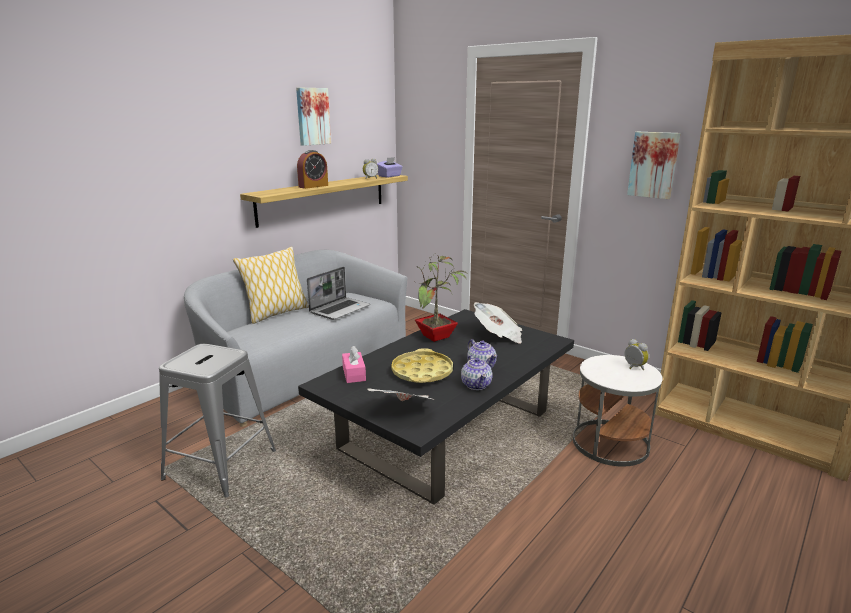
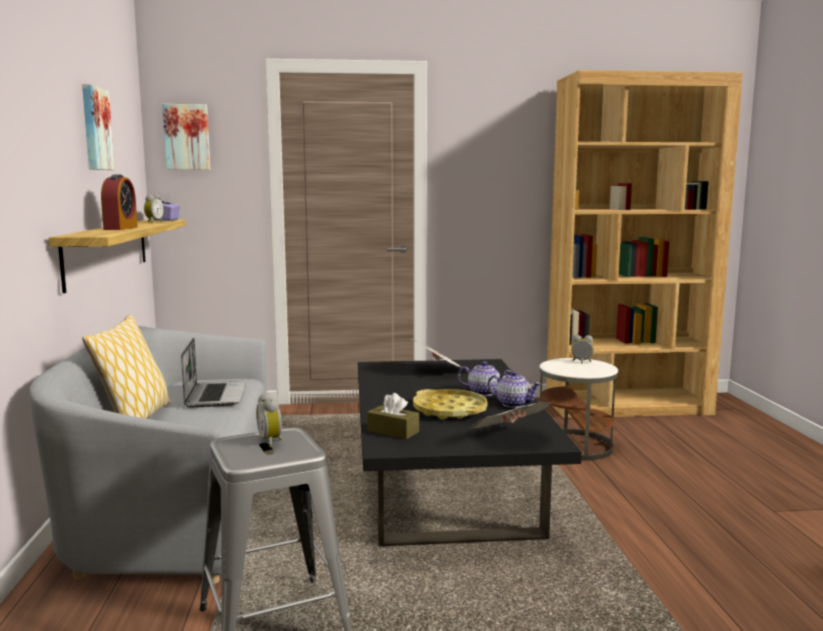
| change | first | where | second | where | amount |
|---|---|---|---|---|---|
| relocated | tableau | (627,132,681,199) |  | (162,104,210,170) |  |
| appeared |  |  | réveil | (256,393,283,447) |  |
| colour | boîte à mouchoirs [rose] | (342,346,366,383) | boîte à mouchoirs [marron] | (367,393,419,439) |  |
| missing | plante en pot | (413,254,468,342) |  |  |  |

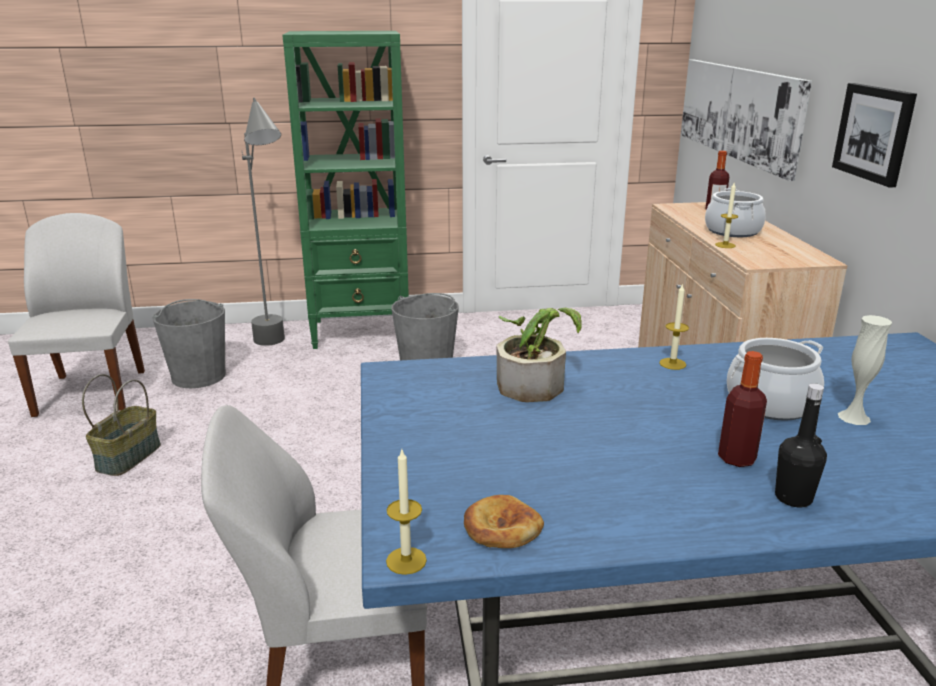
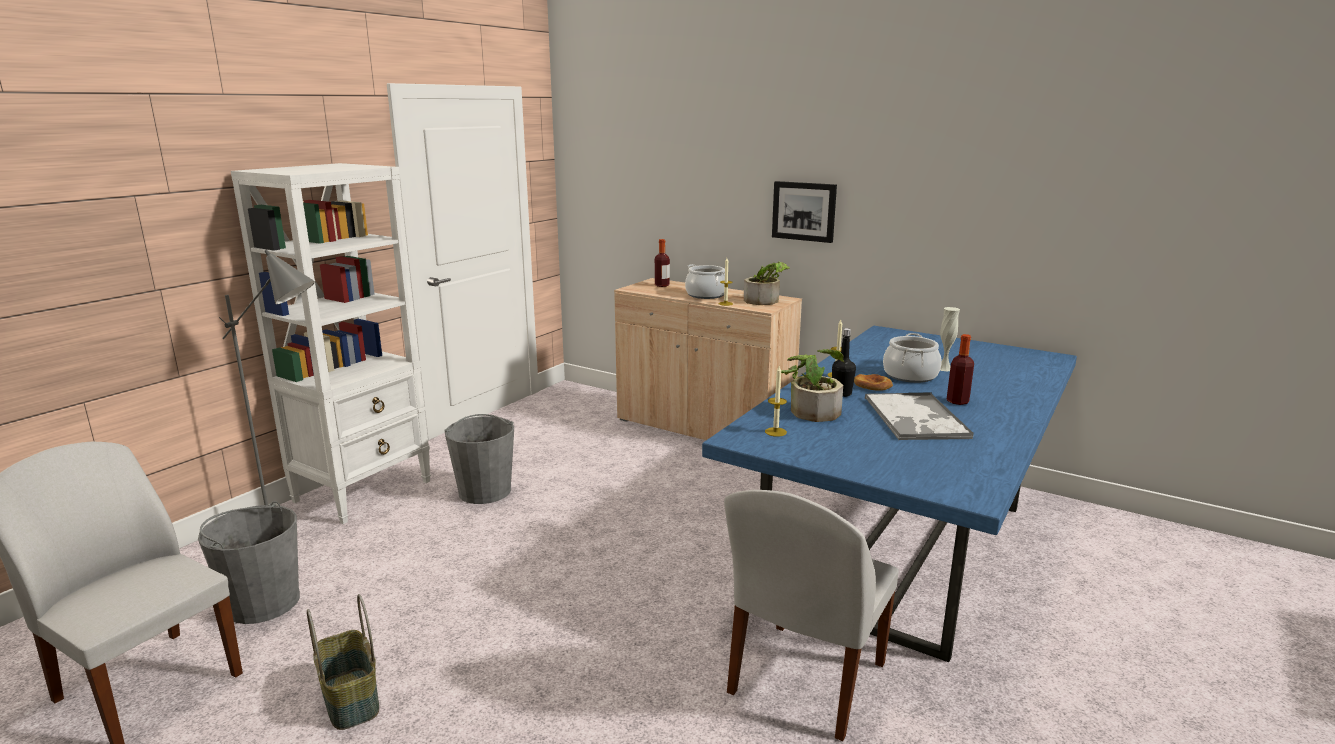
| change | first | where | second | where | amount |
|---|---|---|---|---|---|
| colour | bibliothèque [vert] | (282,31,409,349) | bibliothèque [blanc] | (231,163,431,524) |  |
| appeared |  |  | plante en pot | (744,262,790,305) |  |
| relocated | bougie | (386,450,427,575) |  | (765,366,787,437) |  |
| relocated | bouteille [noir] | (775,383,827,507) |  | (832,328,856,397) |  |
| relocated | pain | (464,495,544,548) |  | (854,374,893,391) |  |
| appeared |  |  | plateau | (865,392,974,440) |  |
| missing | tableau | (681,59,812,181) |  |  |  |

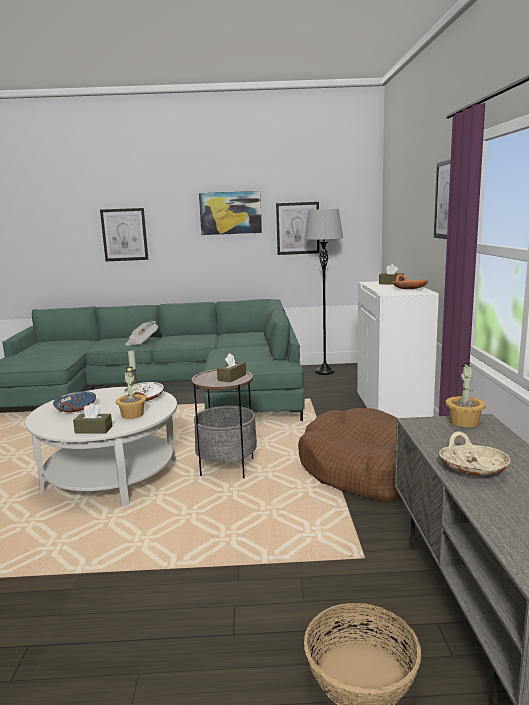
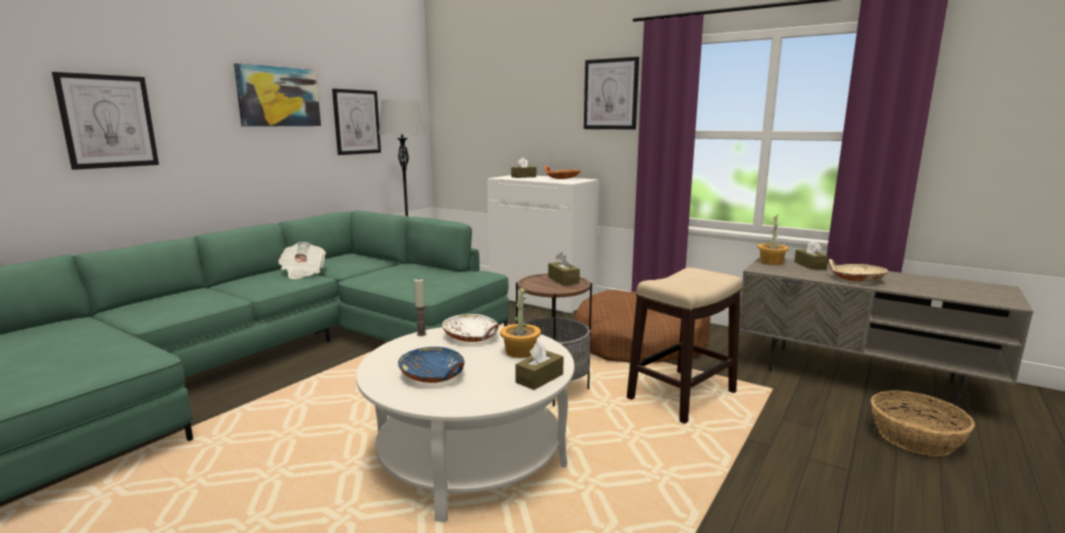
| change | first | where | second | where | amount |
|---|---|---|---|---|---|
| relocated | journal | (125,321,158,345) |  | (278,242,326,279) |  |
| appeared |  |  | tabouret | (627,267,743,424) |  |
| appeared |  |  | boîte à mouchoirs [marron] | (794,240,828,270) |  |

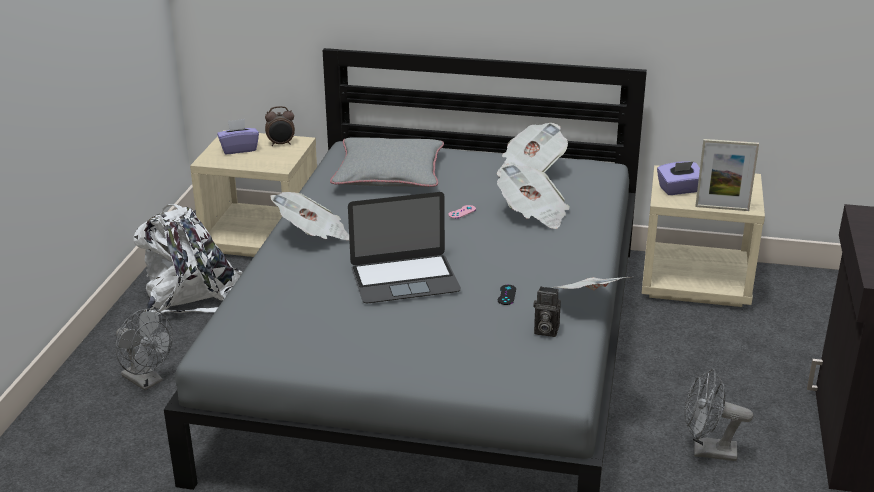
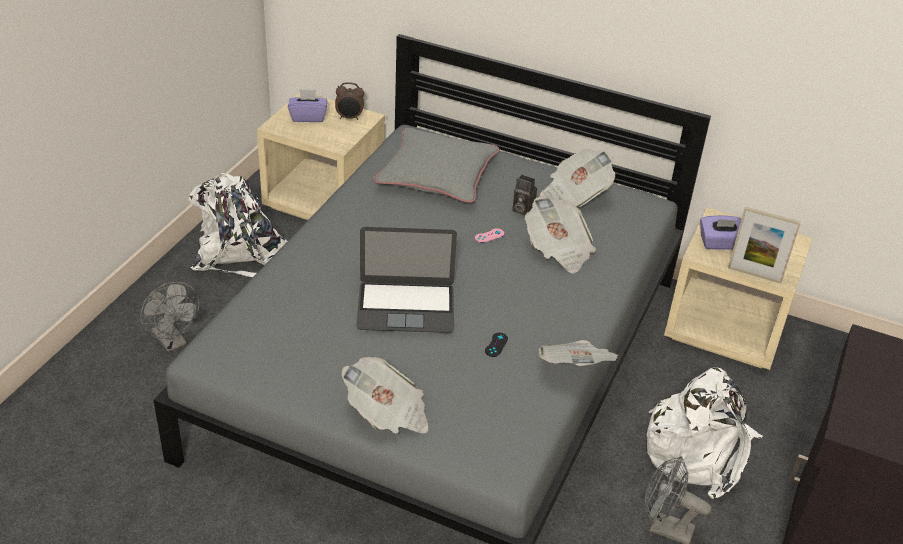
| change | first | where | second | where | amount |
|---|---|---|---|---|---|
| relocated | journal | (270,192,349,240) |  | (342,357,429,434) |  |
| relocated | appareil photo | (533,286,561,337) |  | (512,175,537,215) |  |
| appeared |  |  | sac à dos [blanc] | (647,367,763,499) |  |

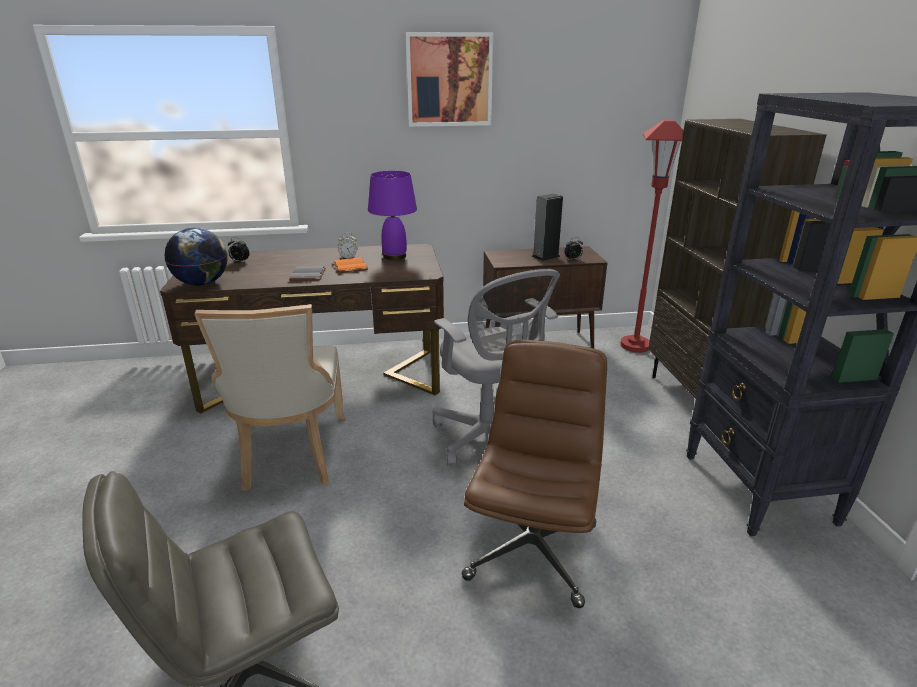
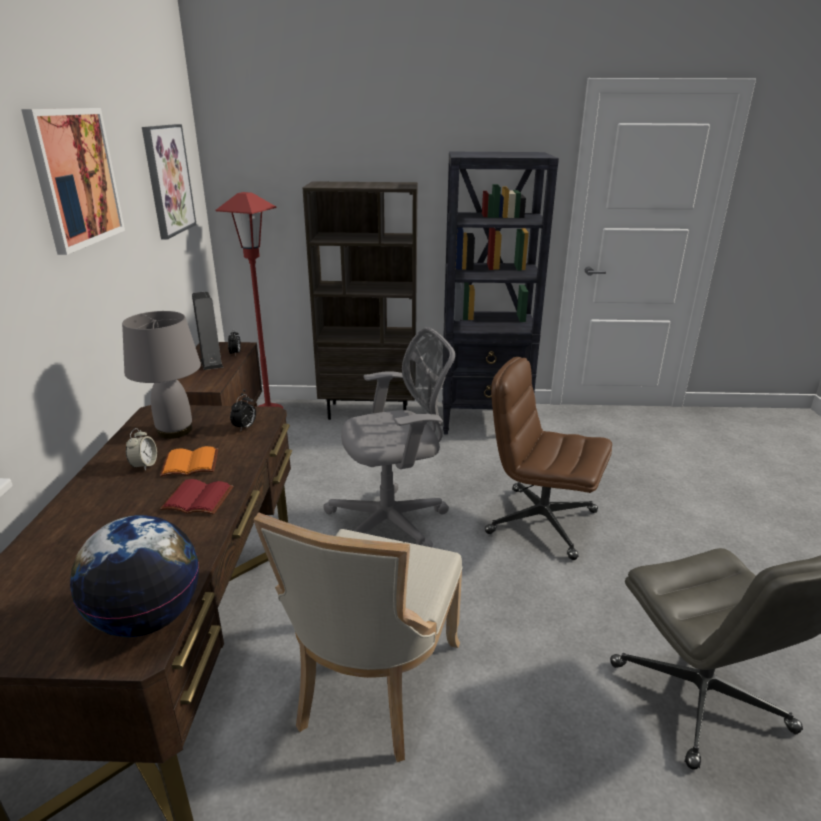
| change | first | where | second | where | amount |
|---|---|---|---|---|---|
| colour | lampe de table [violet] | (368,171,417,260) | lampe de table [gris] | (122,311,201,439) |  |
| appeared |  |  | tableau | (142,124,197,239) |  |
| colour | livre [gris] | (289,266,326,281) | livre [rouge] | (160,479,233,515) |  |
| relocated | réveil | (228,237,249,263) |  | (230,394,256,432) |  |
| spun | chaise [beige] | (194,304,346,491) |  | (253,512,463,762) | 105 degrees clockwise |

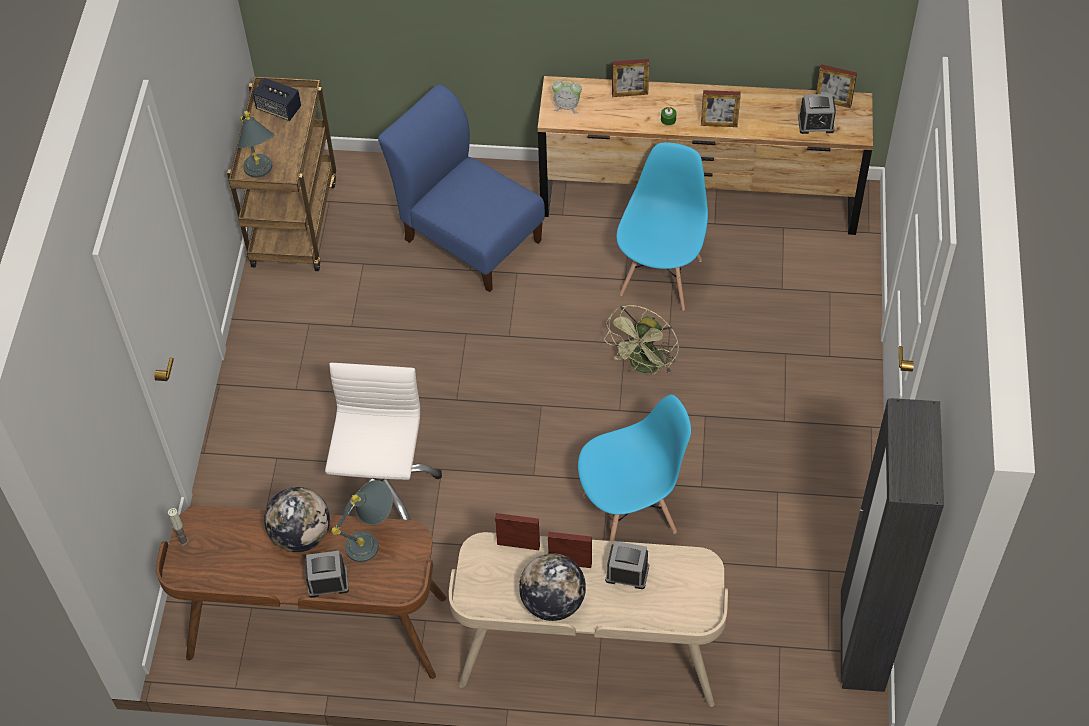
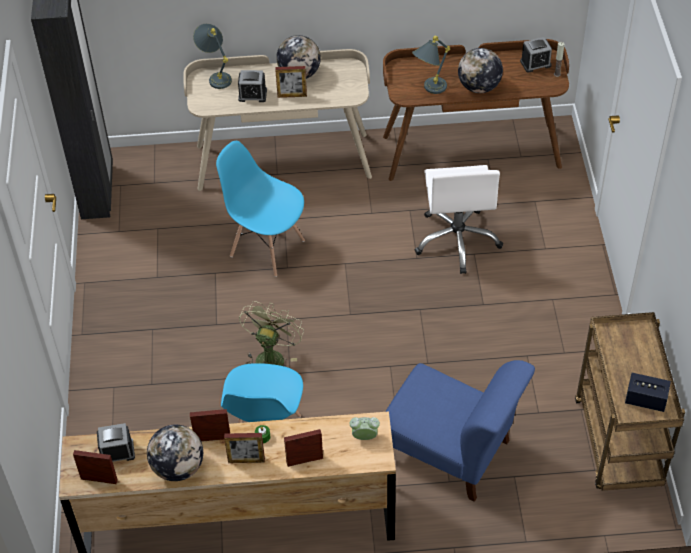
| change | first | where | second | where | amount |
|---|---|---|---|---|---|
| appeared |  |  | globe | (147,425,203,481) |  |
| relocated | lampe de table [gris] | (237,111,275,178) |  | (193,24,232,89) |  |
| spun | chaise [bleu] | (578,395,691,541) |  | (216,141,305,277) | 60 degrees clockwise |
| relocated | cadre photo | (495,513,540,550) |  | (224,433,265,463) |  |
| relocated | réveil | (305,551,349,598) |  | (520,37,552,73) |  |

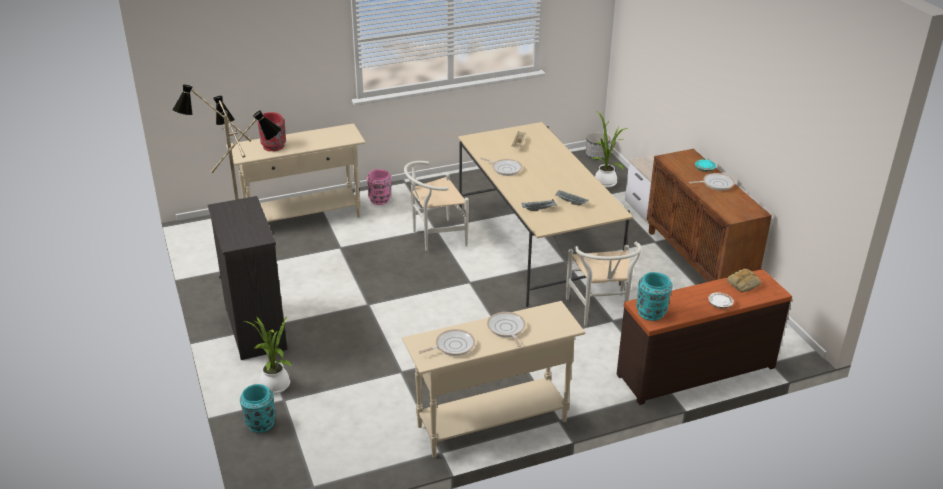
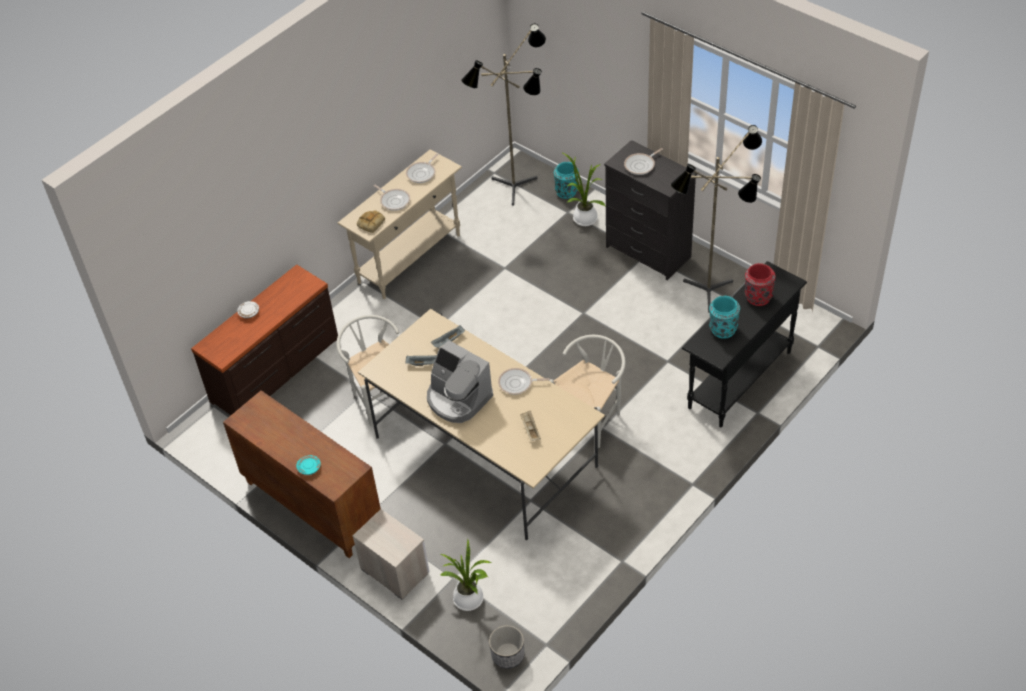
| change | first | where | second | where | amount |
|---|---|---|---|---|---|
| relocated | pain | (727,269,761,292) |  | (357,210,385,233) |  |
| appeared |  |  | machine à café | (427,340,493,423) |  |
| appeared |  |  | lampadaire | (461,24,546,206) |  |
| relocated | poêle | (689,173,735,191) |  | (624,148,663,175) |  |
| colour | table console [beige] | (226,123,366,222) | table console [noir] | (682,261,807,428) |  |
| relocated | vase [turquoise] | (636,272,673,321) |  | (709,296,740,339) |  |
| missing | vase [rose] | (367,169,392,205) |  |  |  |

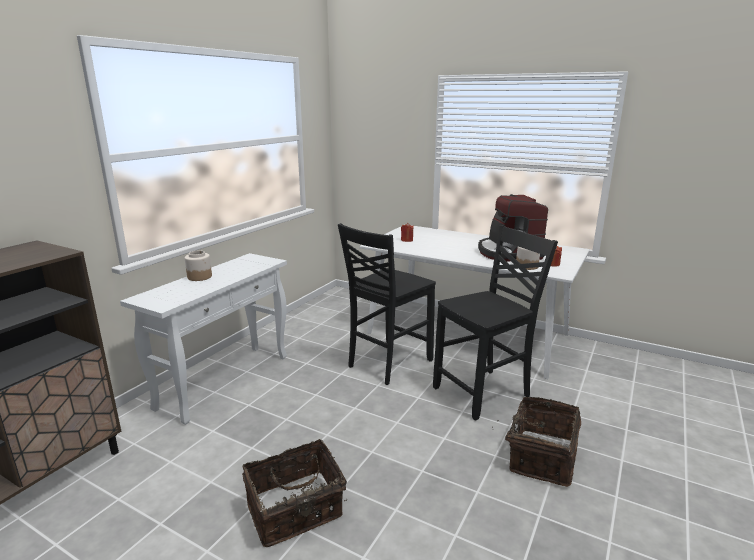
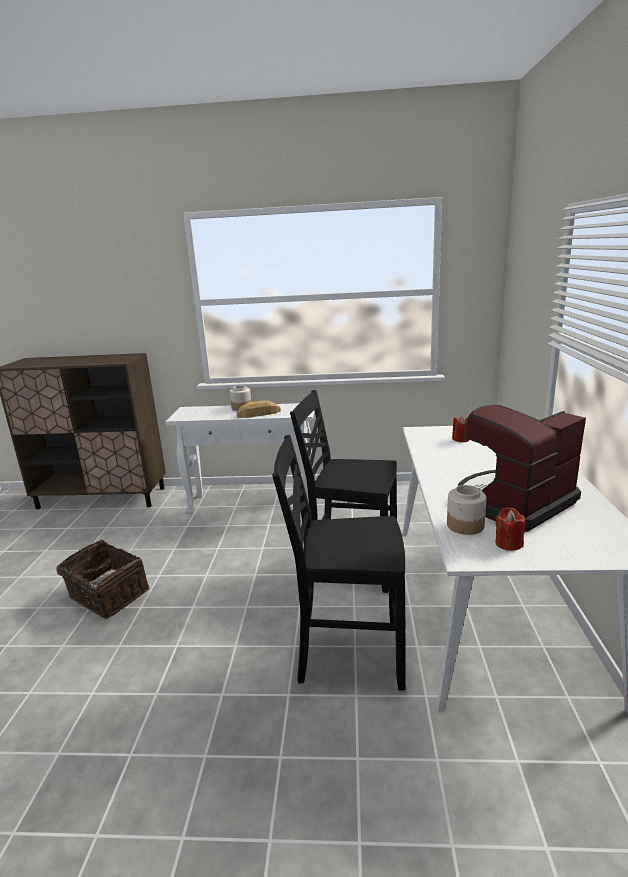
| change | first | where | second | where | amount |
|---|---|---|---|---|---|
| appeared |  |  | pain | (237,400,281,418) |  |
| spun | chaise [noir] | (433,225,558,421) |  | (272,435,406,691) | 150 degrees clockwise |
| missing | panier | (492,397,581,487) |  |  |  |

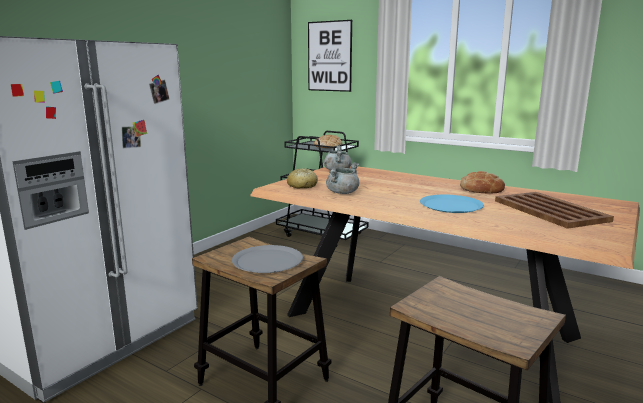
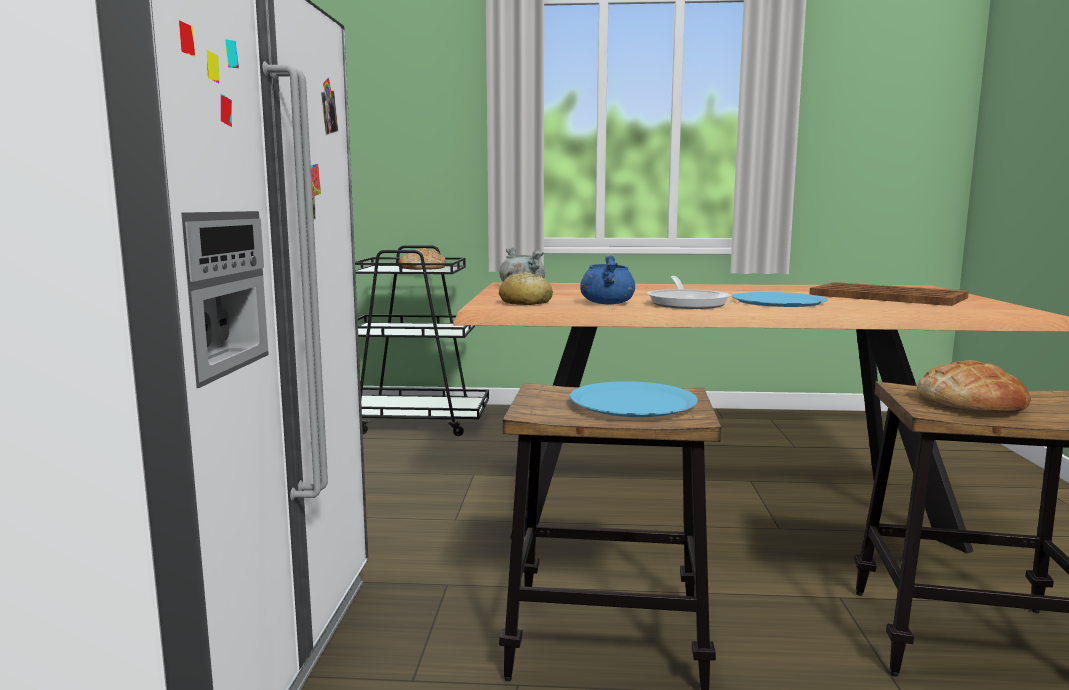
| change | first | where | second | where | amount |
|---|---|---|---|---|---|
| colour | assiette [gris] | (232,245,303,273) | assiette [bleu] | (570,381,698,417) |  |
| colour | marmite [gris] | (326,162,359,194) | marmite [bleu] | (580,255,635,304) |  |
| appeared |  |  | poêle | (647,276,731,309) |  |
| relocated | pain | (460,171,505,194) |  | (917,360,1031,413) |  |
| missing | tableau | (308,20,352,92) |  |  |  |

